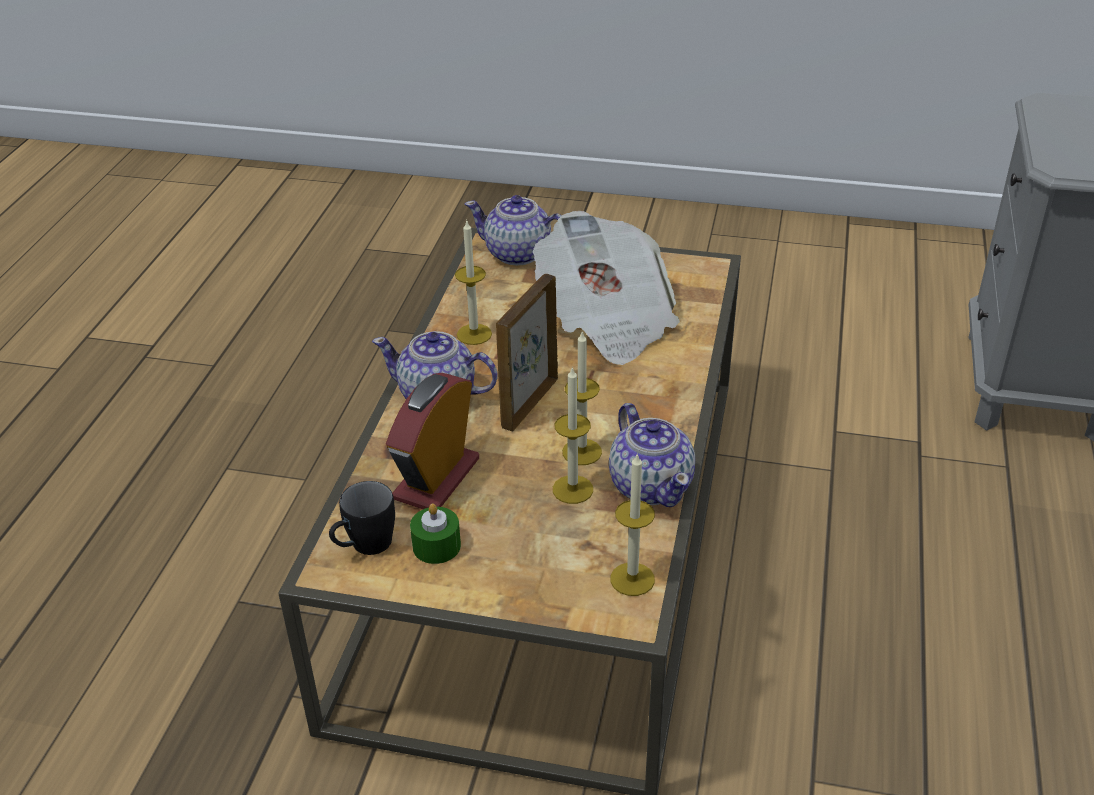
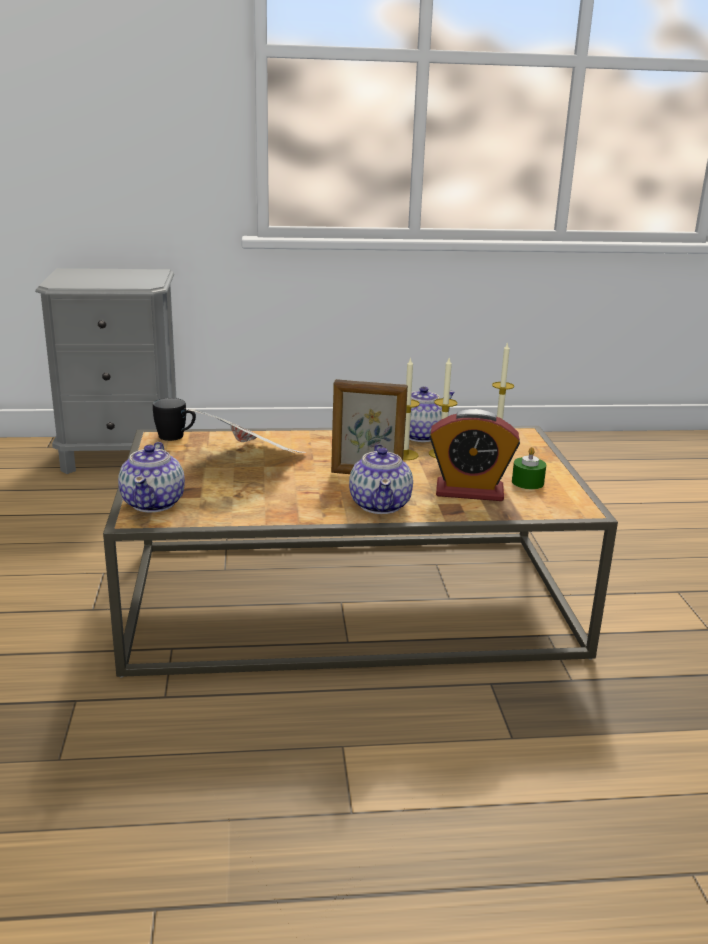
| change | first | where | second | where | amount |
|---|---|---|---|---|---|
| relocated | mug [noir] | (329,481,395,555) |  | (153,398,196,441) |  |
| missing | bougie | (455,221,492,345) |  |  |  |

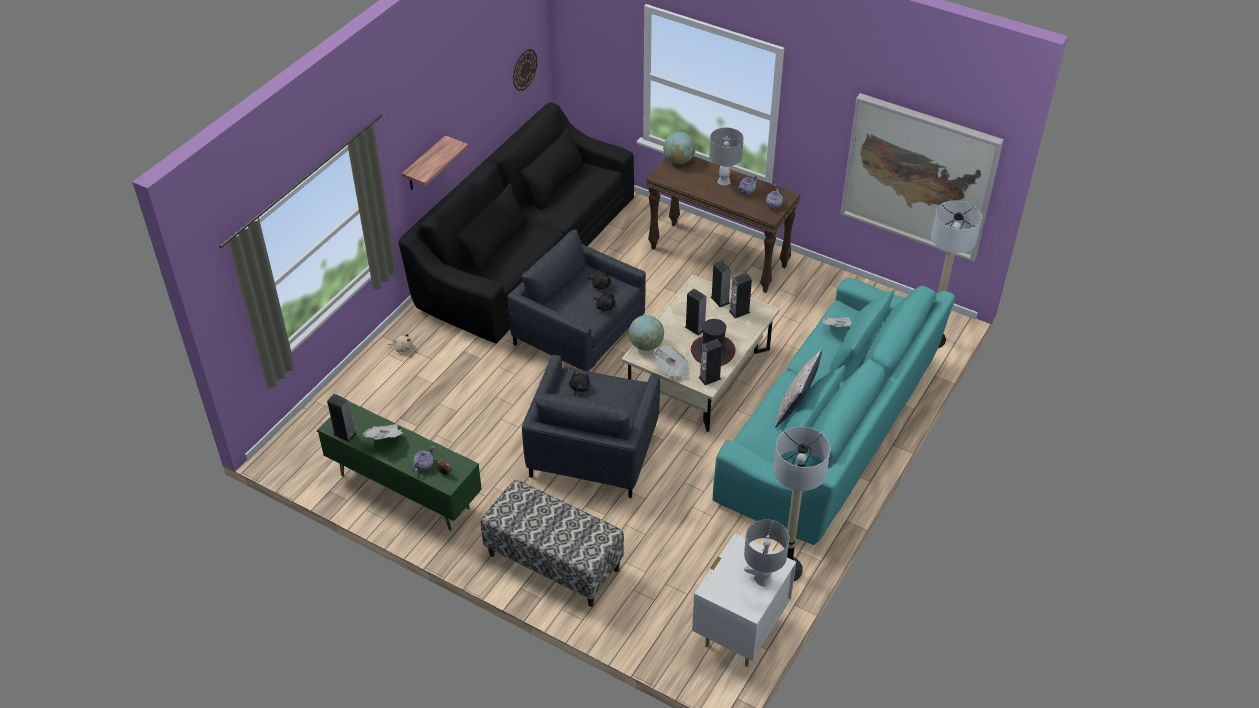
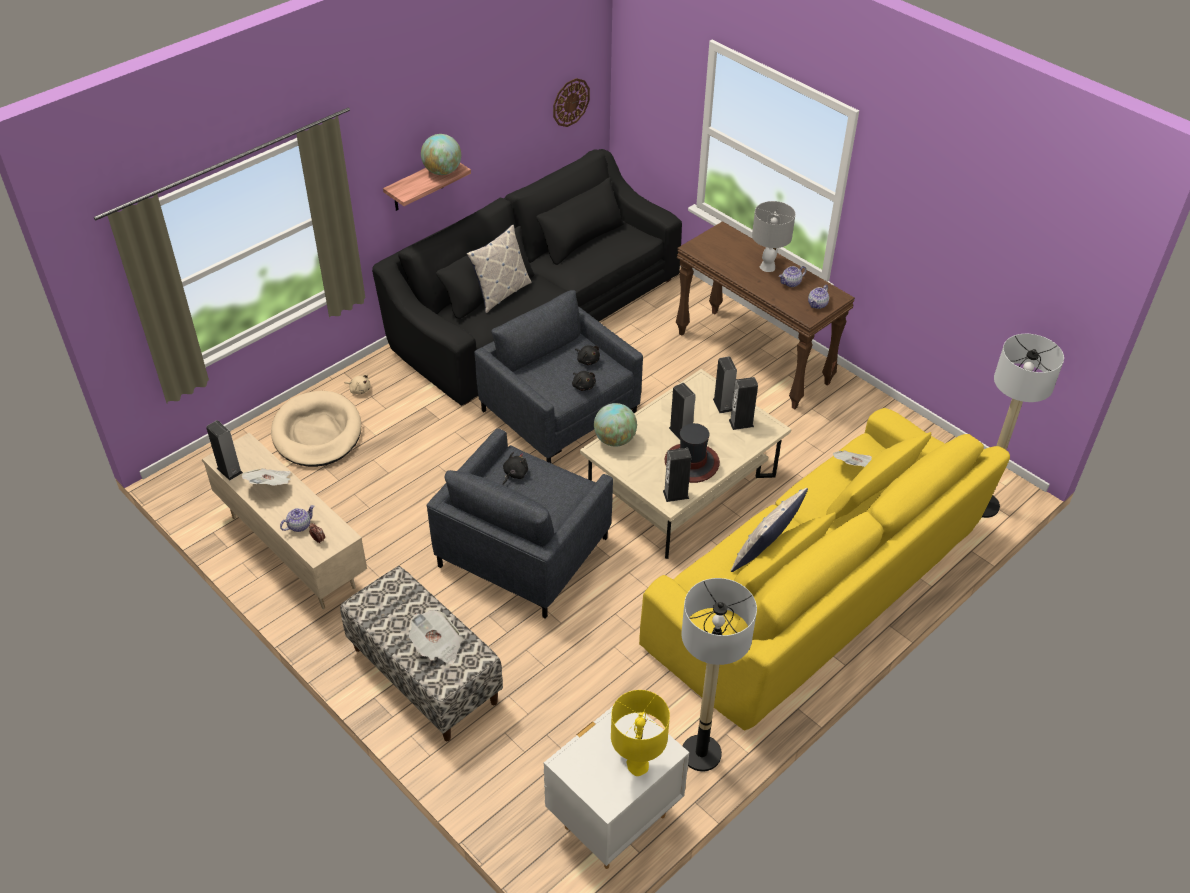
| change | first | where | second | where | amount |
|---|---|---|---|---|---|
| colour | meuble télé [vert] | (317,401,482,531) | meuble télé [beige] | (202,432,367,609) |  |
| appeared |  |  | panier pour chien [beige] | (271,391,361,467) |  |
| relocated | journal | (654,345,689,379) |  | (409,610,463,665) |  |
| relocated | globe | (663,132,696,164) |  | (421,134,461,175) |  |
| appeared |  |  | coussin | (466,225,532,313) |  |
| colour | lampe de table [gris] | (744,519,789,587) | lampe de table [jaune] | (611,690,670,776) |  |
| colour | canapé [turquoise] | (712,278,955,545) | canapé [jaune] | (639,408,1010,730) |  |
| missing | tableau | (840,93,1004,262) |  |  |  |

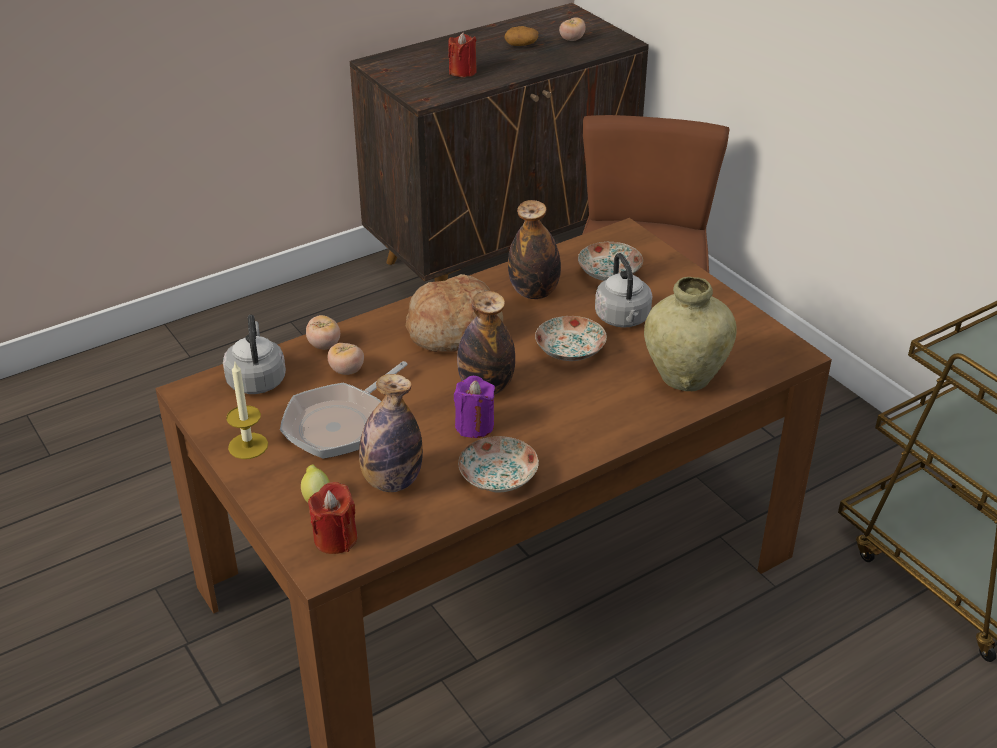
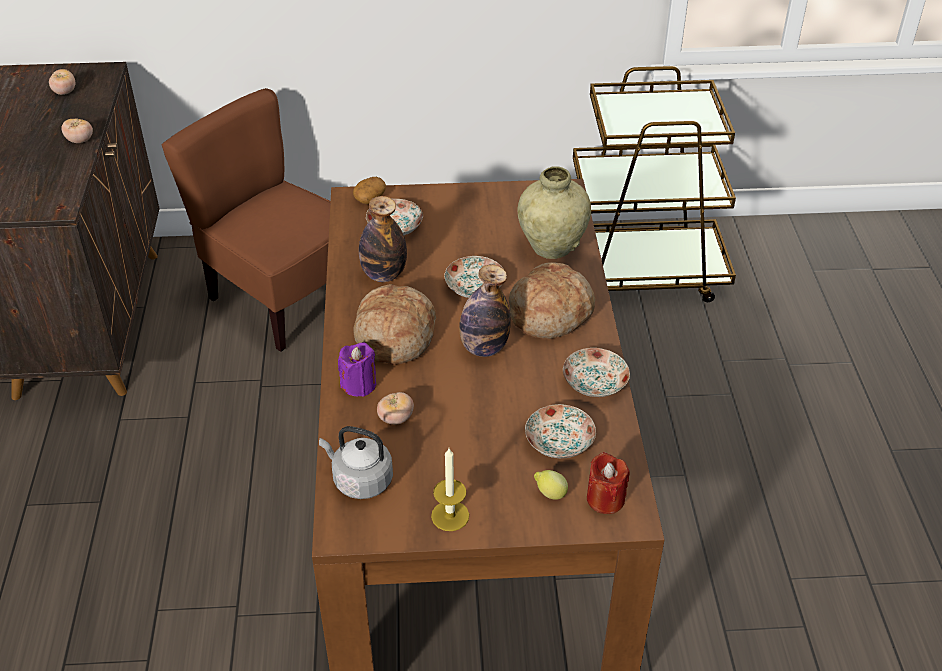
| change | first | where | second | where | amount |
|---|---|---|---|---|---|
| relocated | tomate | (306,315,340,350) |  | (61,119,93,143) |  |
| relocated | bougie [violet] | (454,376,495,438) |  | (338,342,376,397) |  |
| relocated | pomme de terre | (504,26,538,46) |  | (353,177,386,204) |  |
| appeared |  |  | pain | (509,263,595,339) |  |
| exchanged | bouteille | (359,374,423,492) | assiette | (525,404,596,459) |  |
| missing | poêle | (280,361,408,459) |  |  |  |
| missing | bougie [rouge] | (448,32,477,77) |  |  |  |
| missing | bouilloire [gris] | (595,253,652,328) |  |  |  |

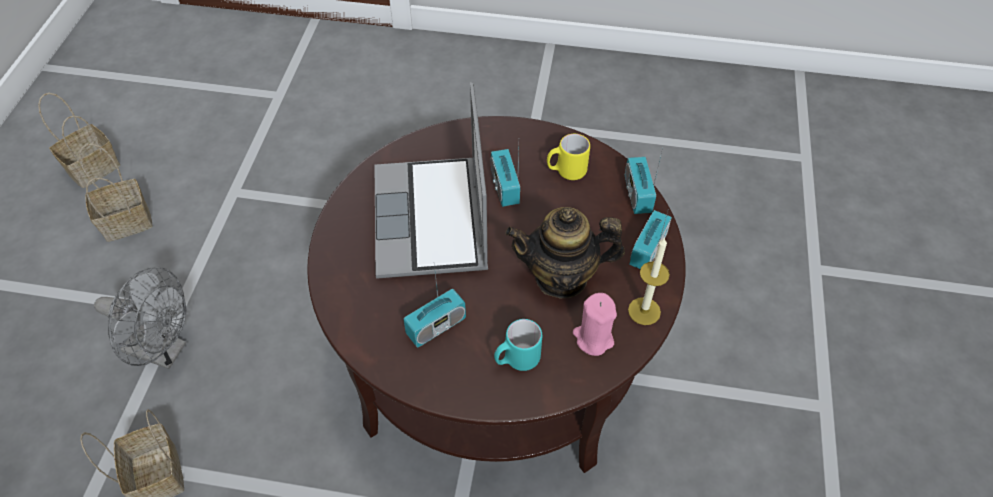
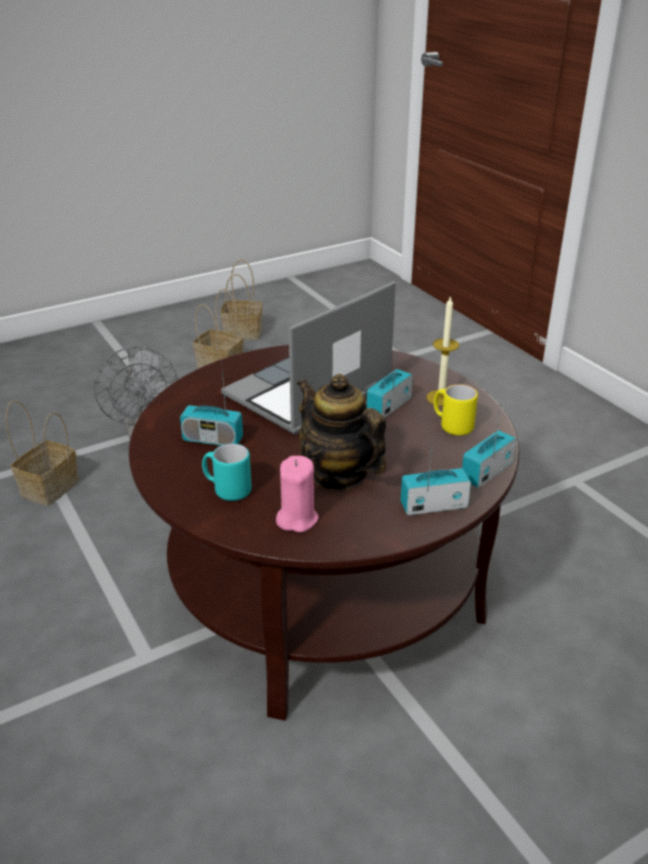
| change | first | where | second | where | amount |
|---|---|---|---|---|---|
| relocated | bougie | (628,237,670,325) |  | (426,295,459,406) |  |

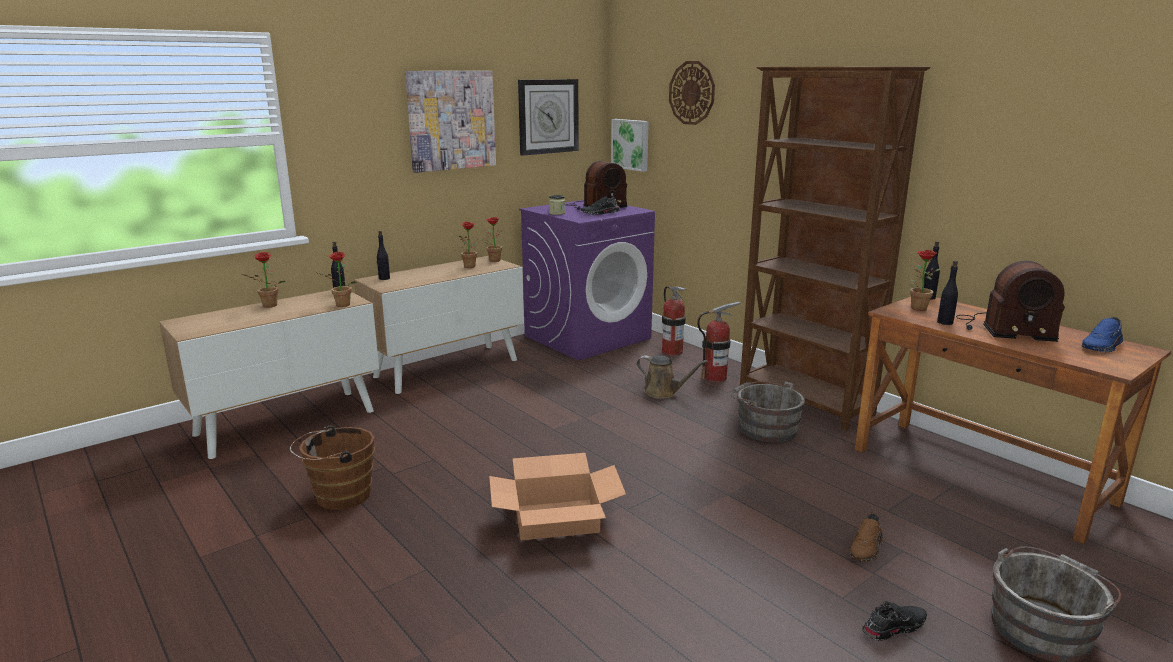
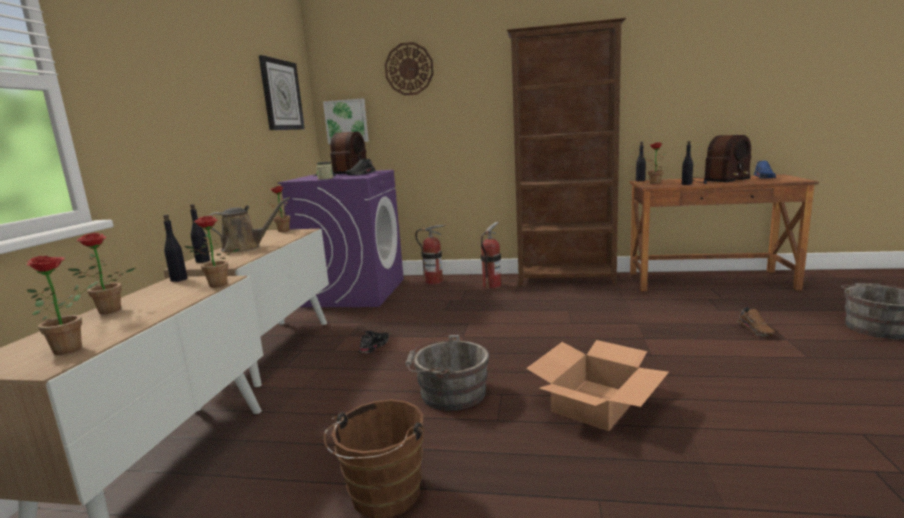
| change | first | where | second | where | amount |
|---|---|---|---|---|---|
| relocated | plante en pot | (459,222,485,268) |  | (26,256,100,355) |  |
| relocated | arrosoir [marron] | (637,355,708,399) |  | (209,198,288,252) |  |
| relocated | chaussure [noir] | (862,601,927,641) |  | (358,331,389,353) |  |
| relocated | seau [gris] | (730,381,805,443) |  | (405,335,489,411) |  |
| missing | tableau | (405,71,496,173) |  |  |  |

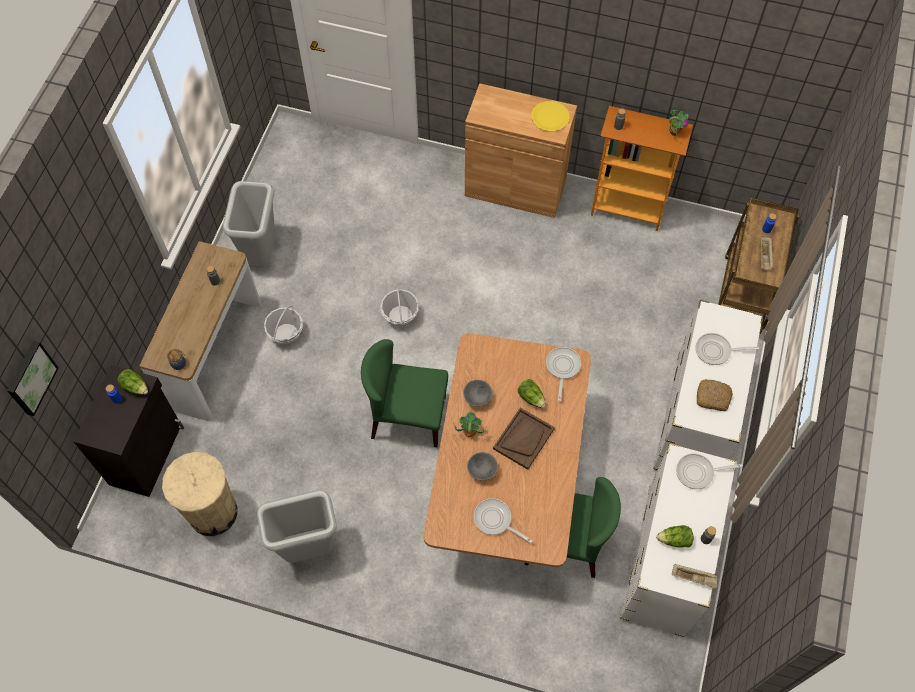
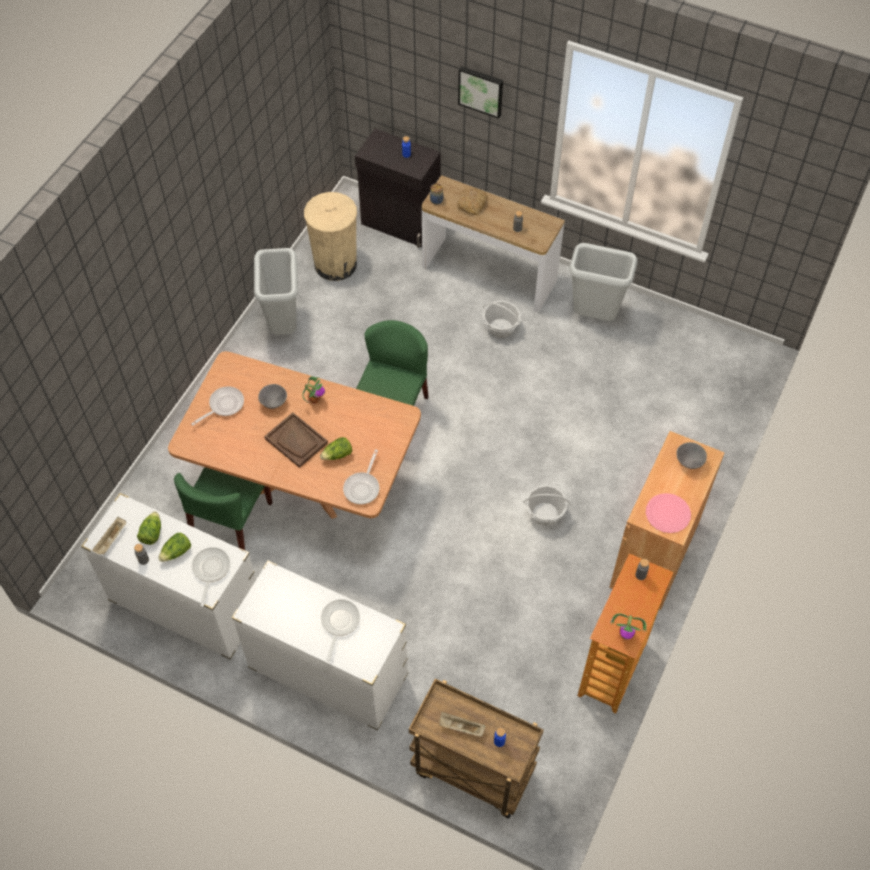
| change | first | where | second | where | amount |
|---|---|---|---|---|---|
| relocated | laitue | (118,369,148,395) |  | (158,533,191,562) |  |
| spun | poêle | (546,347,581,401) |  | (343,449,379,505) | 90 degrees clockwise |
| relocated | pain | (697,379,733,411) |  | (457,187,488,215) |  |
| relocated | tableau | (7,341,59,416) |  | (458,66,503,119) |  |
| relocated | panier | (381,286,419,327) |  | (523,485,571,526) |  |
| colour | assiette [jaune] | (531,101,570,131) | assiette [rose] | (646,493,691,533) |  |
| relocated | bol [gris] | (463,380,493,407) |  | (676,442,707,469) |  |

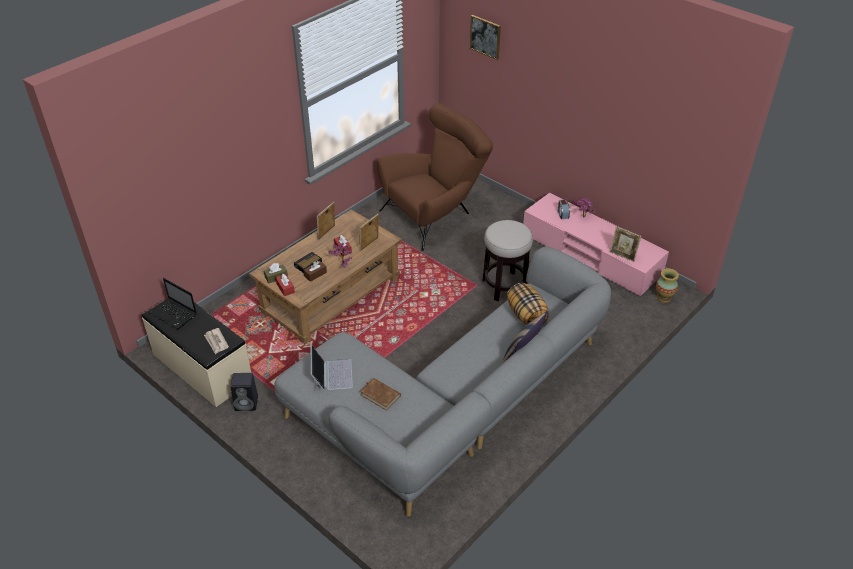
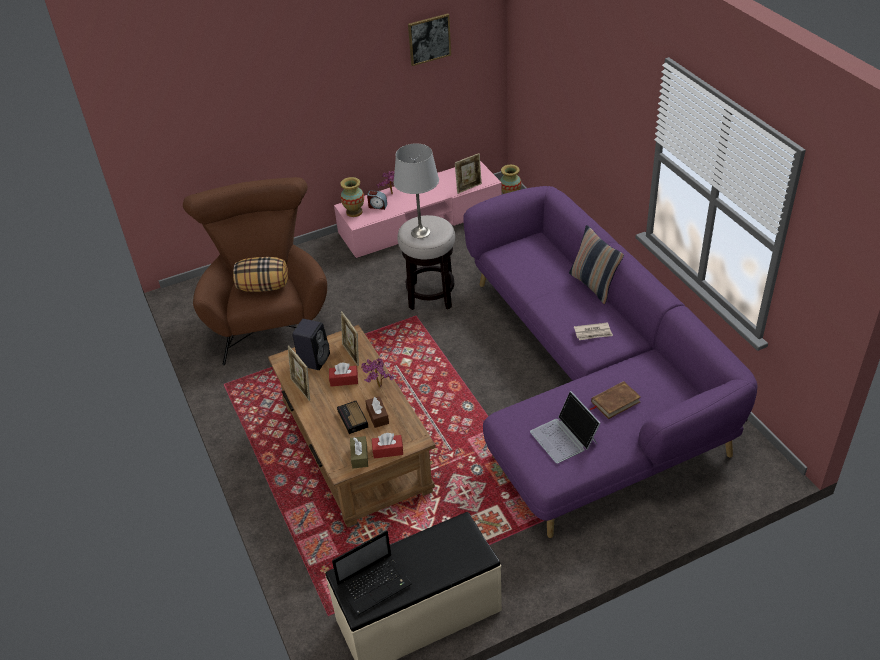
| change | first | where | second | where | amount |
|---|---|---|---|---|---|
| relocated | coussin | (507,283,549,325) |  | (233,257,288,292) |  |
| relocated | enceinte [noir] | (231,373,258,411) |  | (292,319,330,370) |  |
| appeared |  |  | vase | (340,177,364,217) |  |
| appeared |  |  | lampe de table [gris] | (394,144,439,238) |  |
| relocated | tableau | (470,15,501,60) |  | (408,13,451,66) |  |
| colour | canapé [gris] | (274,246,611,516) | canapé [violet] | (463,186,758,538) |  |
| spun | ordinateur portable | (311,345,353,391) |  | (530,391,600,463) | 135 degrees counterclockwise |
| relocated | journal | (204,328,229,354) |  | (574,322,613,340) |  |

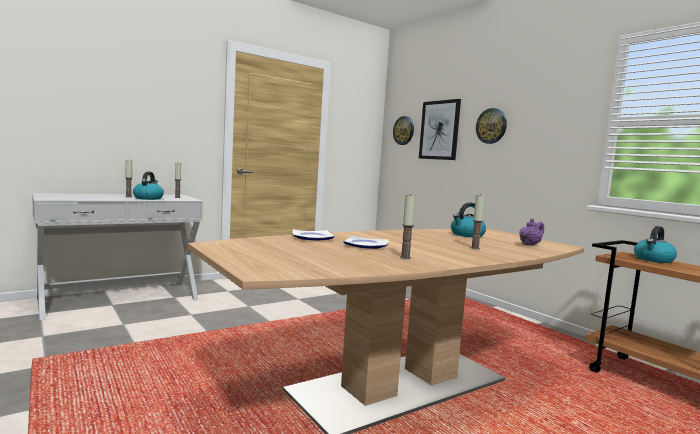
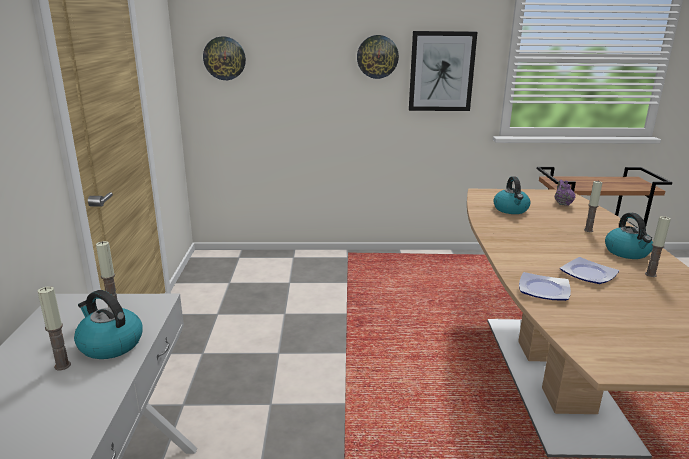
| change | first | where | second | where | amount |
|---|---|---|---|---|---|
| relocated | tableau | (419,99,461,160) |  | (409,31,477,111) |  |
| relocated | bouilloire | (634,226,677,263) |  | (605,213,653,259) |  |

